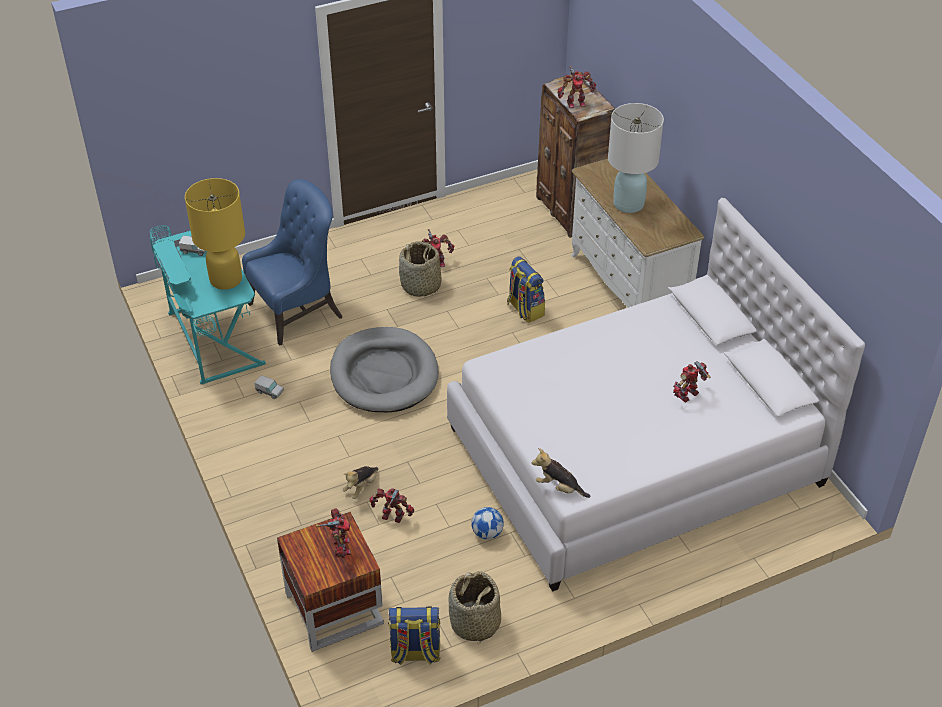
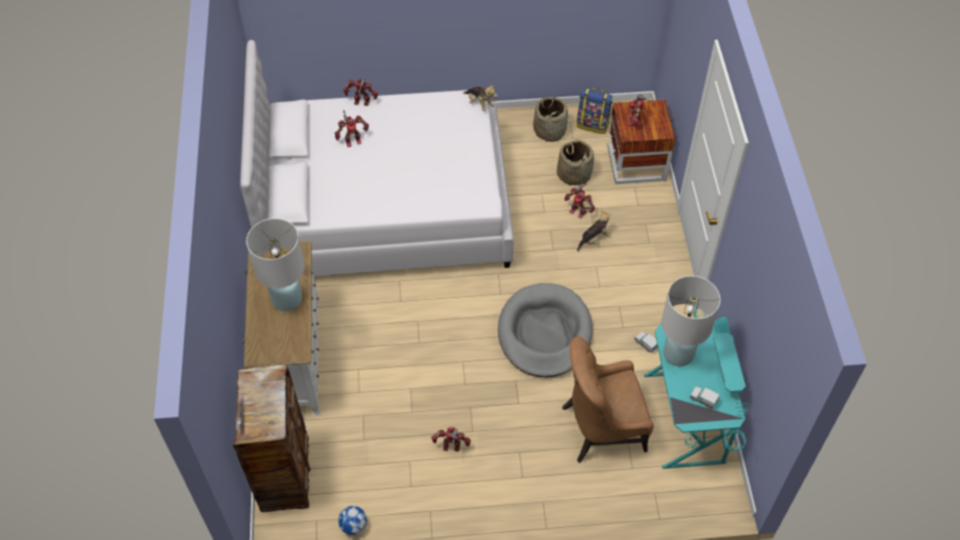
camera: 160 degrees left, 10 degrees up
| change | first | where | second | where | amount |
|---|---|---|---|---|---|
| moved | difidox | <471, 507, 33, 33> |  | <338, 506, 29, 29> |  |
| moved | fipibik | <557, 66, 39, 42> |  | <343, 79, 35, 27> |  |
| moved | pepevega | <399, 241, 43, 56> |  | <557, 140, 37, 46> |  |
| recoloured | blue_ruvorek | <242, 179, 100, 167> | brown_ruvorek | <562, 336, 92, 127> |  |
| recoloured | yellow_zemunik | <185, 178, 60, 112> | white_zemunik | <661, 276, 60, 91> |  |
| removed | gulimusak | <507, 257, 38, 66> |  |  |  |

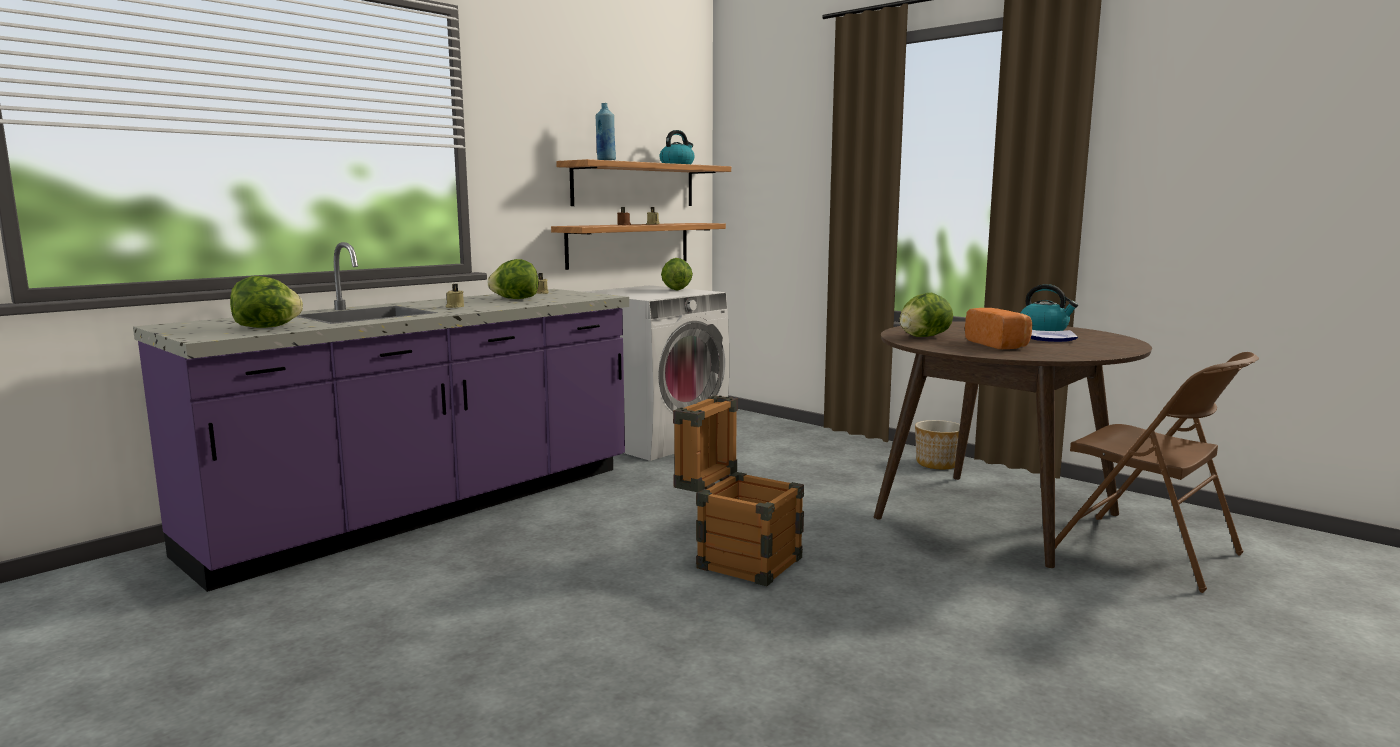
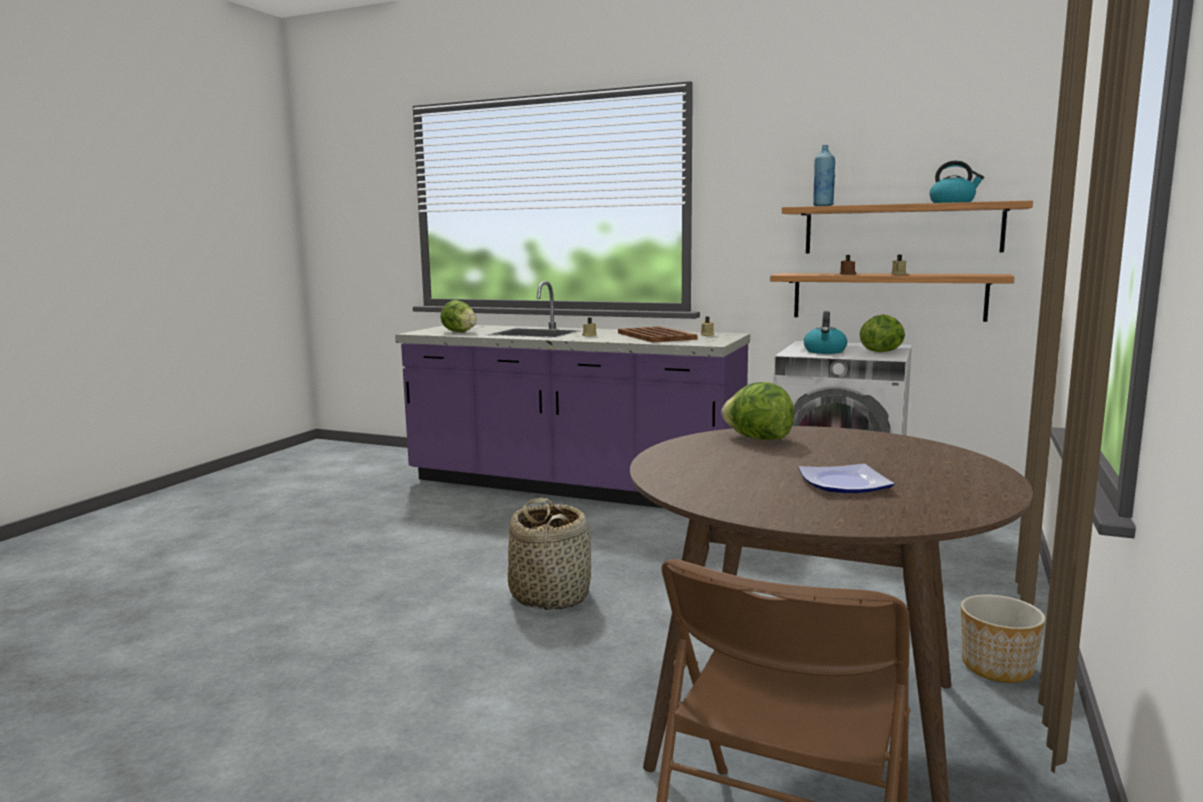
camera: 70 degrees right, 0 degrees up
| change | first | where | second | where | amount |
|---|---|---|---|---|---|
| replaced | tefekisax | <673, 395, 131, 191> | pepevega | <508, 498, 83, 112> |  |
| replaced | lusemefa | <488, 259, 50, 40> | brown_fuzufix | <618, 326, 79, 16> |  |
| moved | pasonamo | <1020, 284, 58, 47> |  | <804, 311, 43, 43> |  |
| removed | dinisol | <965, 308, 67, 41> |  |  |  |

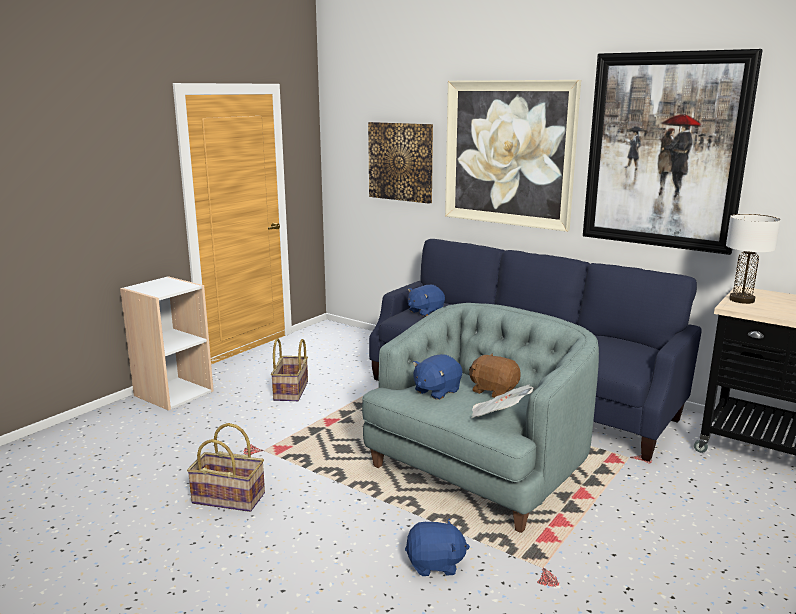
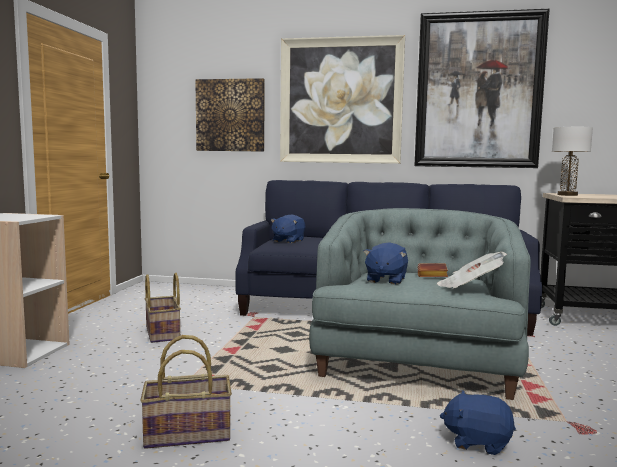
camera: 25 degrees left, 10 degrees down
| change | first | where | second | where | amount |
|---|---|---|---|---|---|
| replaced | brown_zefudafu | <469, 354, 52, 44> | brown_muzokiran | <417, 263, 31, 14> |  |
| turned | blue_zefudafu | <405, 518, 65, 58> |  | <440, 390, 76, 65> | 135 degrees counterclockwise |

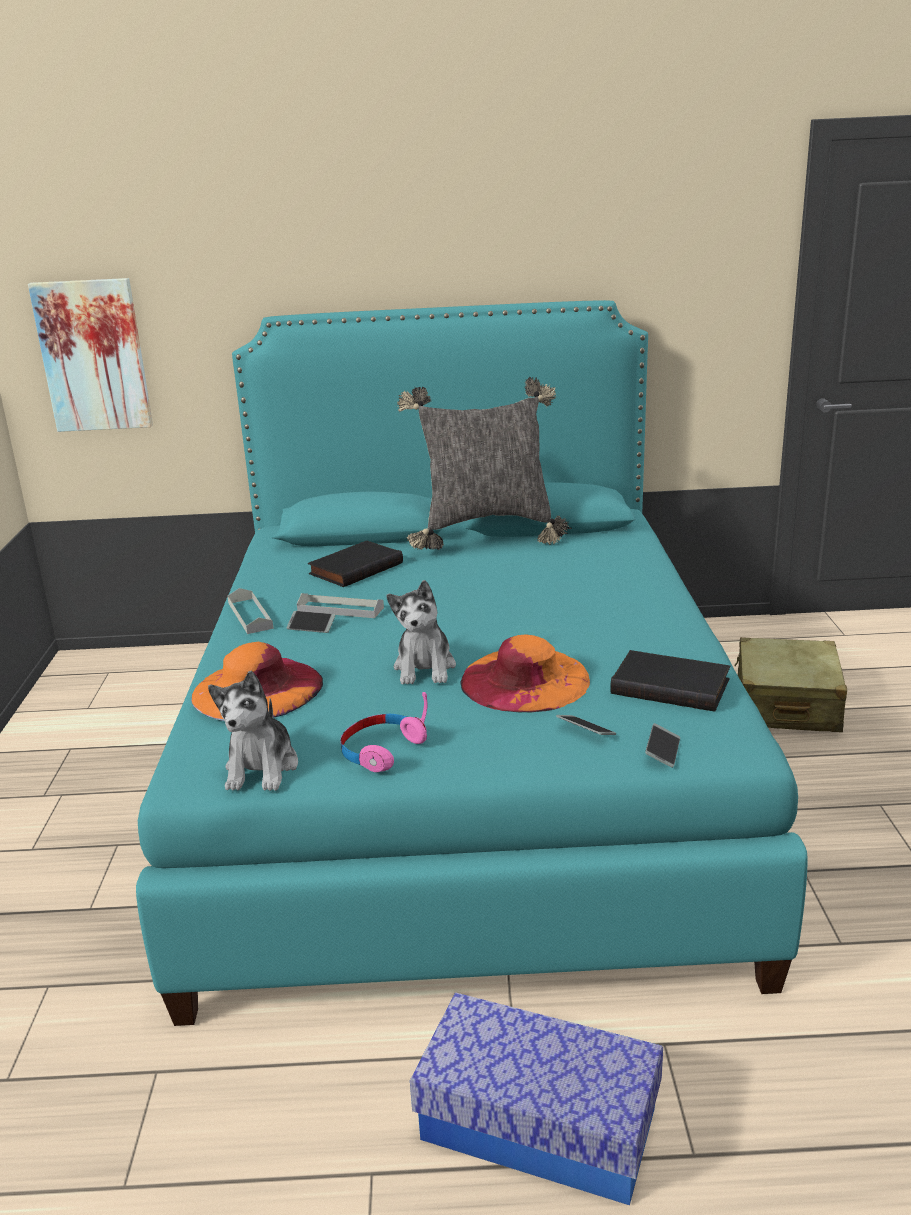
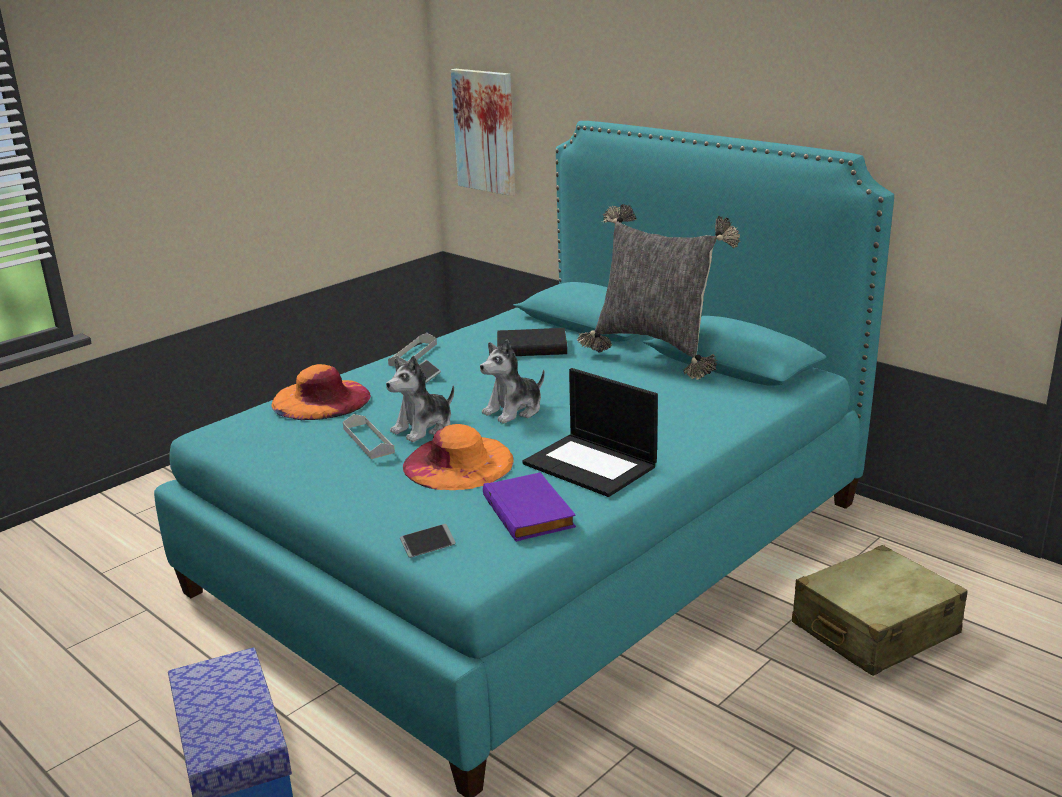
camera: 45 degrees right, 0 degrees up
| change | first | where | second | where | amount |
|---|---|---|---|---|---|
| moved | grey_fuzufix | <297, 593, 87, 25> |  | <343, 414, 52, 45> |  |
| moved | zefudafu | <208, 671, 90, 120> |  | <480, 340, 65, 84> |  |
| recoloured | black_muzokiran | <610, 650, 120, 61> | purple_muzokiran | <483, 472, 93, 70> |  |
| added |  |  | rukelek | <523, 368, 135, 129> |  |
| removed | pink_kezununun | <341, 692, 86, 80> |  |  |  |
| removed | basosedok | <556, 715, 60, 20> |  |  |  |

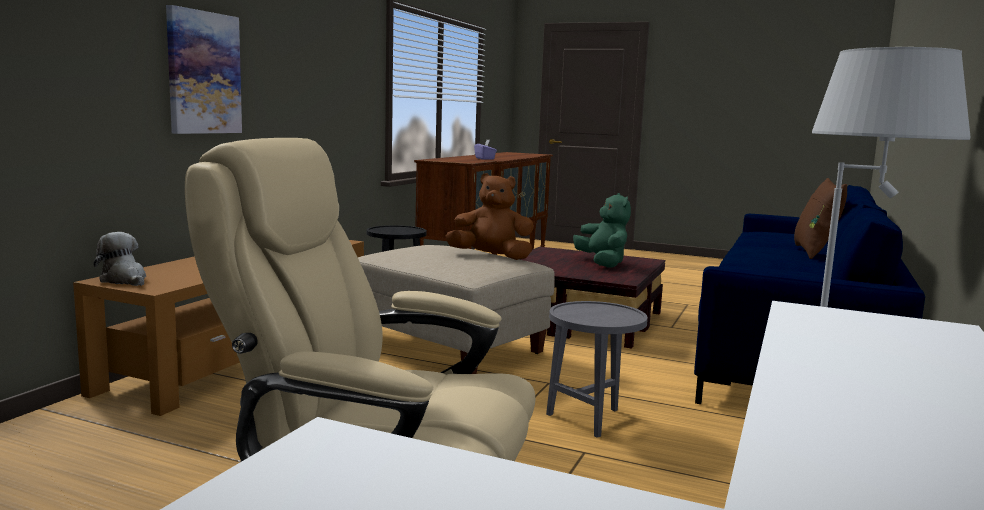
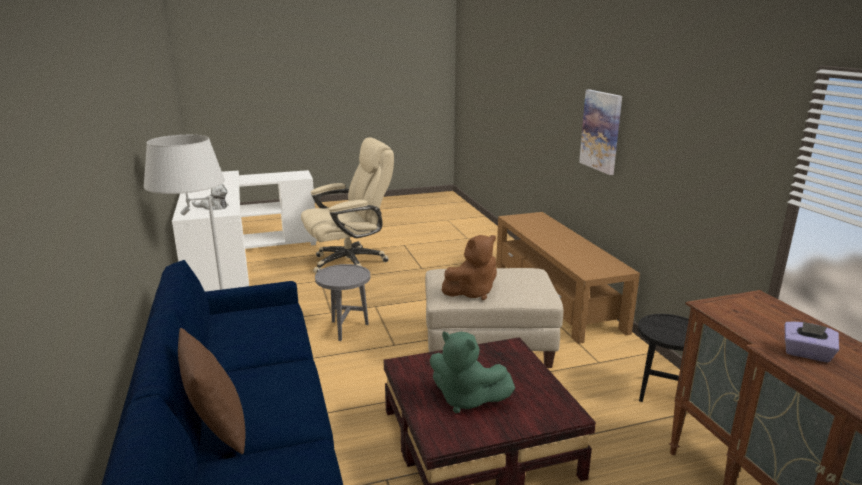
camera: 140 degrees right, 10 degrees up
| change | first | where | second | where | amount |
|---|---|---|---|---|---|
| moved | zefudafu | <94, 232, 52, 54> |  | <192, 184, 36, 26> |  |

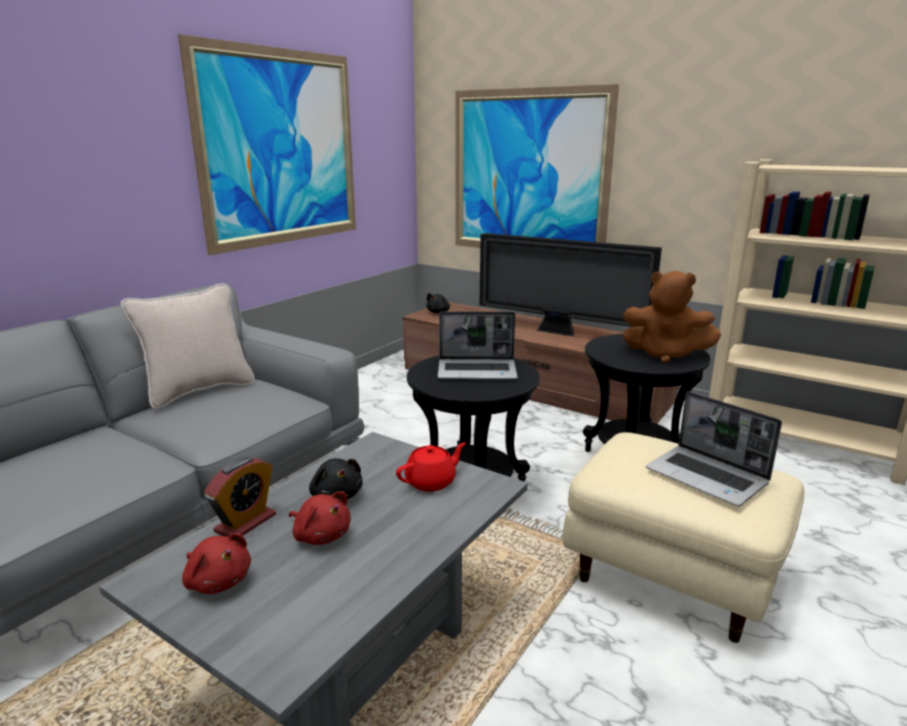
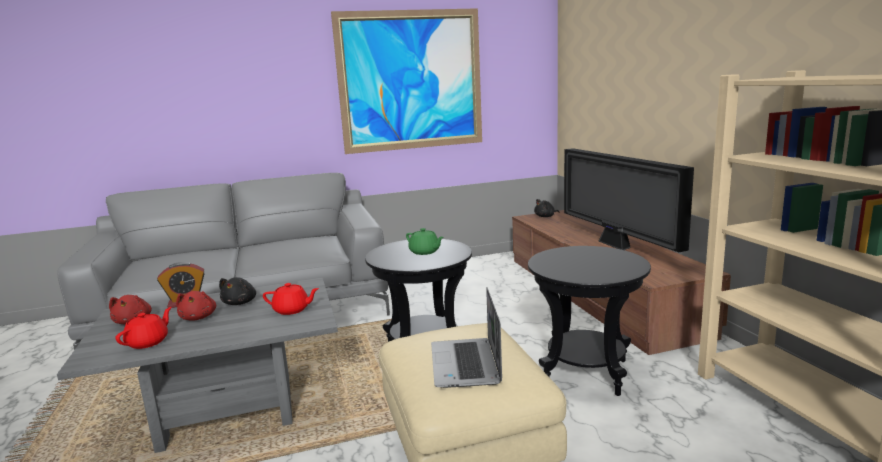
camera: 40 degrees right, 5 degrees down
| change | first | where | second | where | amount |
|---|---|---|---|---|---|
| added |  |  | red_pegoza | <116, 307, 56, 42> |  |
| replaced | rukelek | <438, 311, 80, 69> | green_pegoza | <406, 228, 38, 27> |  |
| removed | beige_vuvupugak | <120, 283, 135, 126> |  |  |  |
| removed | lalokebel | <455, 84, 164, 164> |  |  |  |
| removed | brown_zefudafu | <623, 271, 98, 92> |  |  |  |

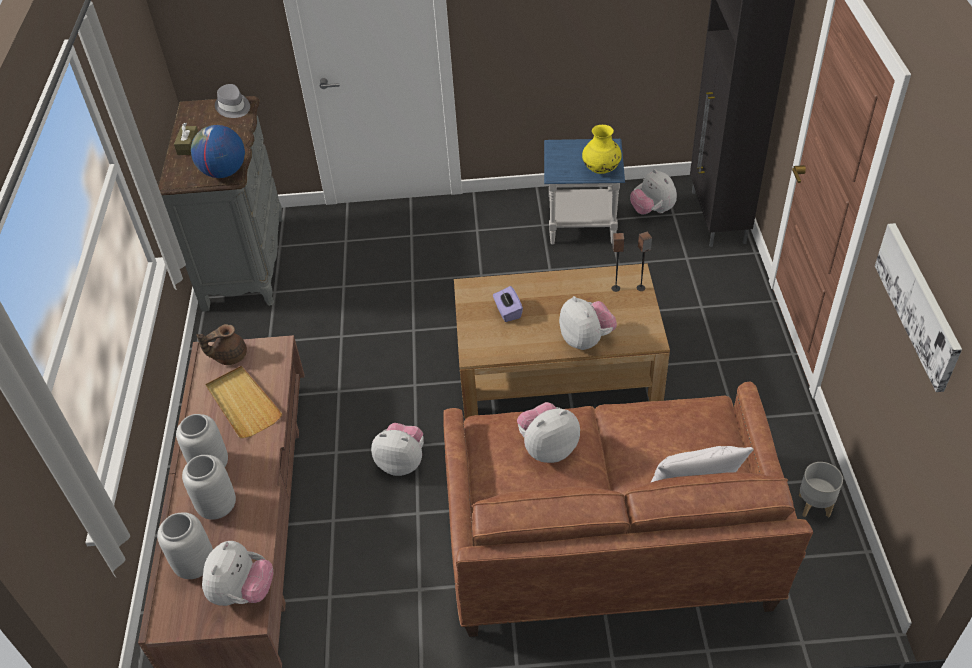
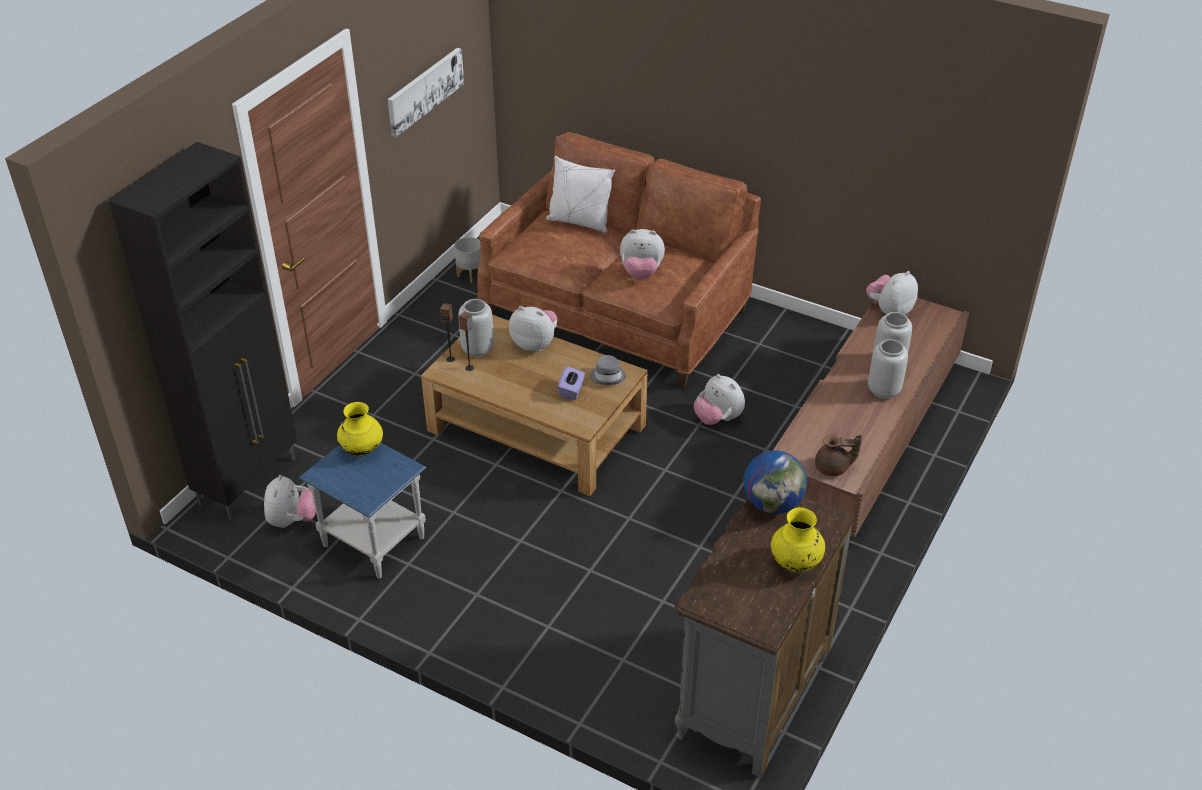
camera: 150 degrees left, 5 degrees down
| change | first | where | second | where | amount |
|---|---|---|---|---|---|
| moved | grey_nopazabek | <157, 512, 56, 67> |  | <458, 299, 36, 58> |  |
| turned | zefudafu | <559, 296, 58, 54> |  | <509, 306, 48, 46> | 105 degrees clockwise |
| moved | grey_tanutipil | <215, 84, 35, 34> |  | <590, 355, 36, 30> |  |
| replaced | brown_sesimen | <174, 123, 24, 32> | yellow_nopazabek | <771, 507, 54, 65> |  |
| removed | beige_fuzufix | <205, 366, 77, 72> |  |  |  |

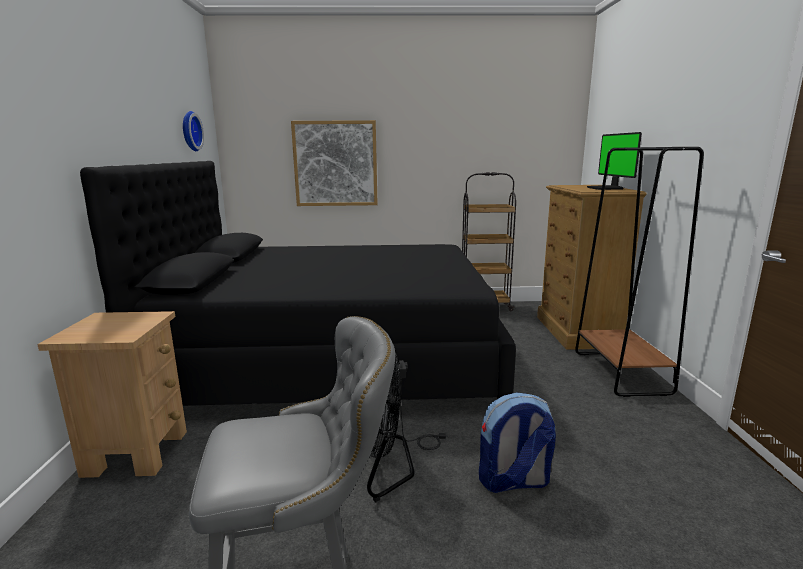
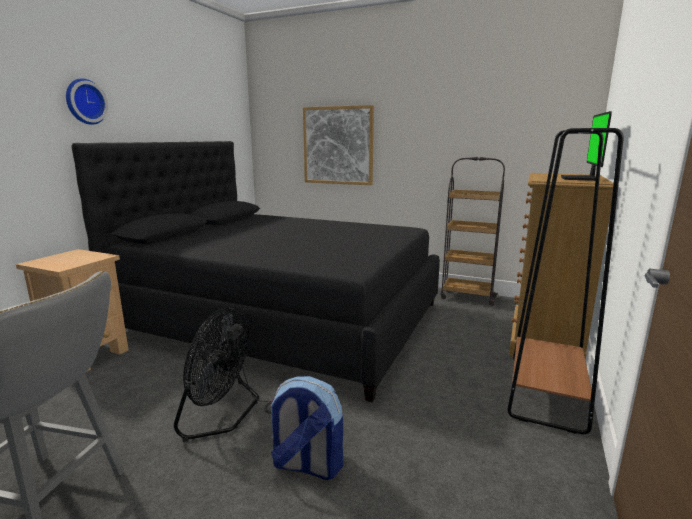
camera: 25 degrees right, 0 degrees up
| change | first | where | second | where | amount |
|---|---|---|---|---|---|
| moved | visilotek | <183, 111, 21, 40> |  | <66, 78, 42, 47> |  |

